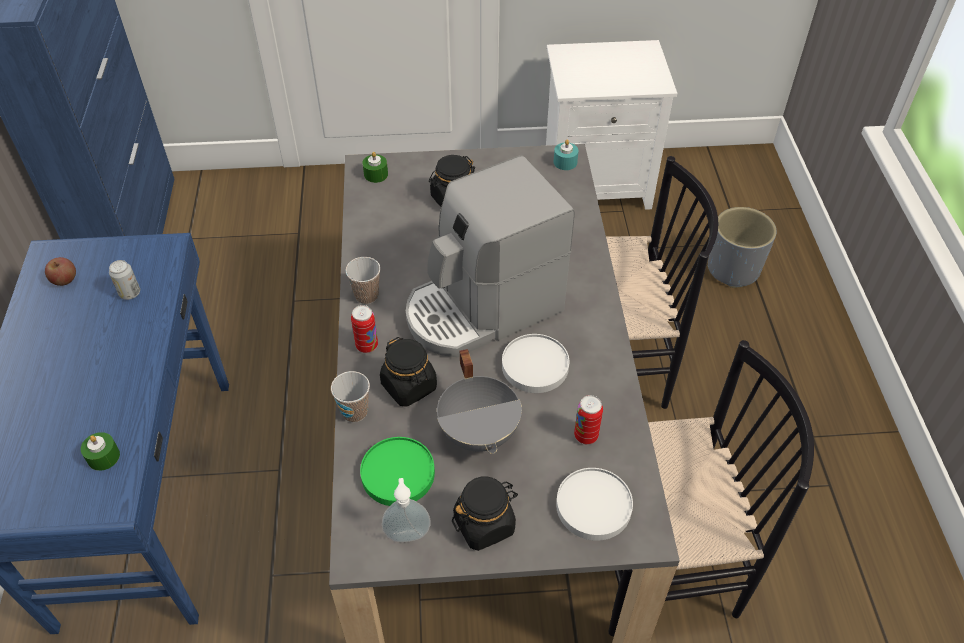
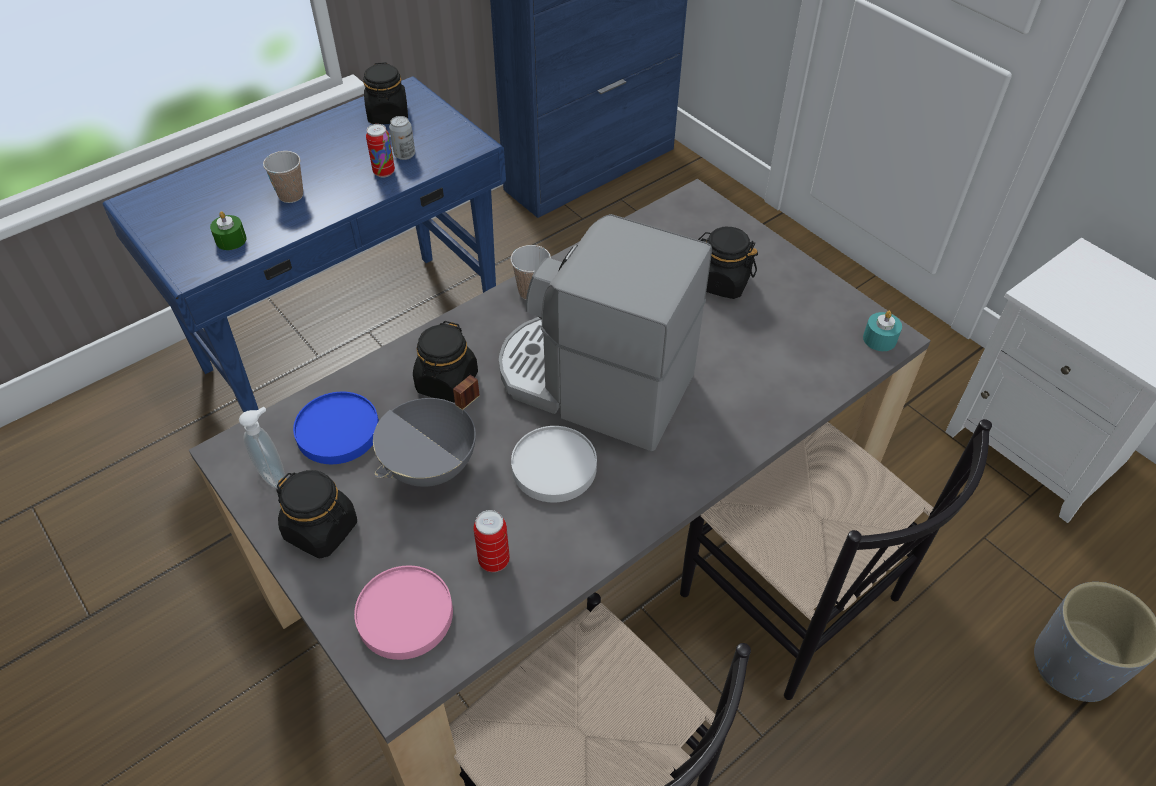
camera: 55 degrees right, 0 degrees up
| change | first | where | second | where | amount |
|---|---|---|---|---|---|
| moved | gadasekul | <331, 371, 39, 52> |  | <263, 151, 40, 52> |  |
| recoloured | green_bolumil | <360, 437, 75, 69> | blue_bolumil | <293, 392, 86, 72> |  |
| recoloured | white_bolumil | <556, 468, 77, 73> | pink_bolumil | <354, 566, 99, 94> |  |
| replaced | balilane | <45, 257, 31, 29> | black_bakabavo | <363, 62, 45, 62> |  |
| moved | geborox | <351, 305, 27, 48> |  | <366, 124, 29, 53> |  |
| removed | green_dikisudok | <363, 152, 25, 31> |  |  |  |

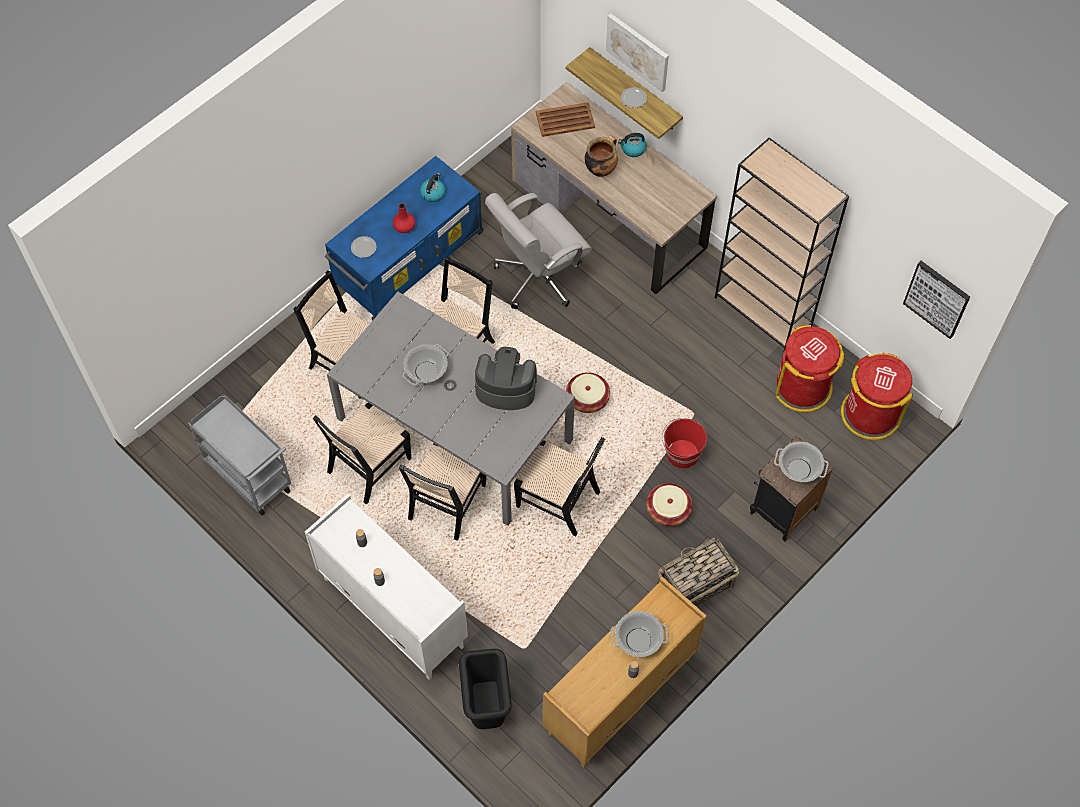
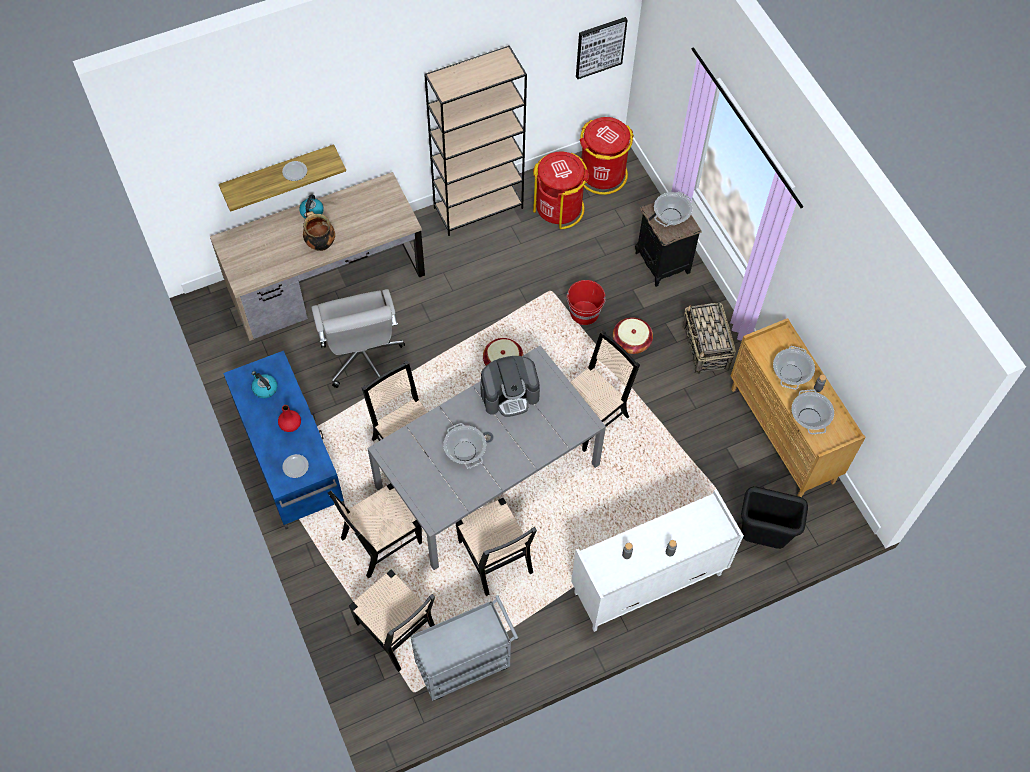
camera: 70 degrees left, 0 degrees up
| change | first | where | second | where | amount |
|---|---|---|---|---|---|
| moved | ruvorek | <399, 443, 87, 98> |  | <349, 570, 86, 102> |  |
| turned | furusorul | <475, 347, 62, 63> |  | <480, 356, 60, 61> | 135 degrees counterclockwise |
| added |  |  | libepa | <792, 389, 42, 45> |  |
| removed | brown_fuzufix | <536, 102, 59, 35> |  |  |  |
| removed | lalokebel | <606, 13, 63, 79> |  |  |  |

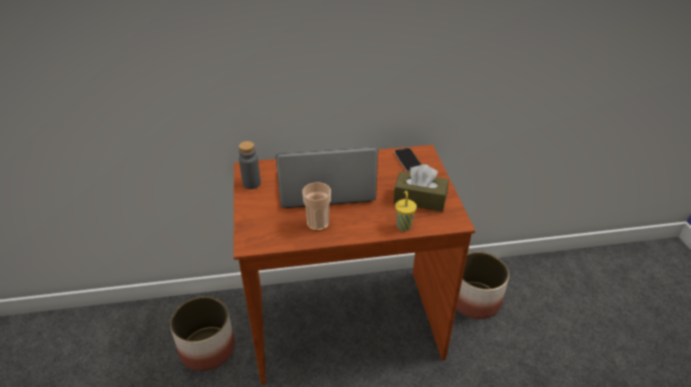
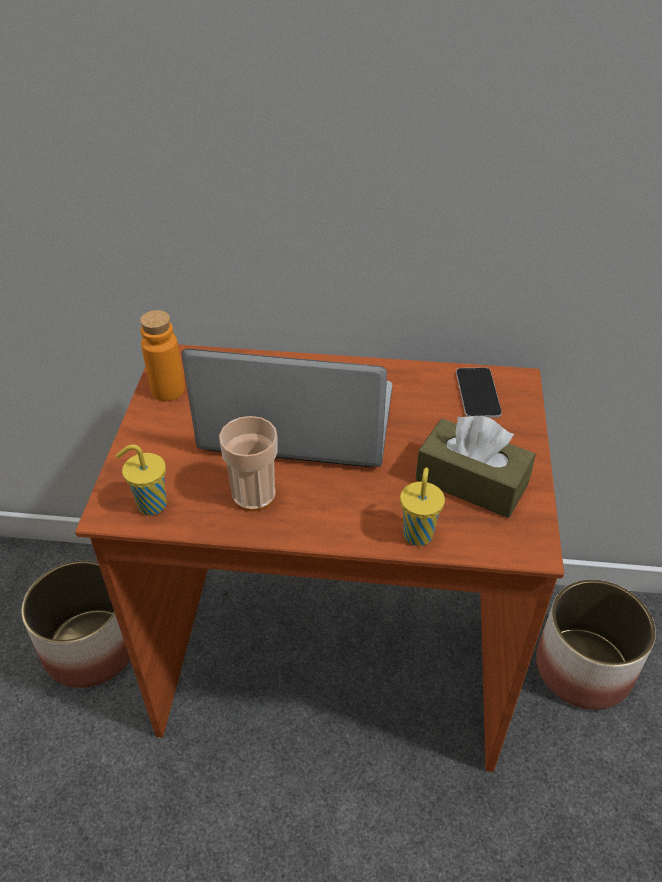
camera: 15 degrees right, 5 degrees up
| change | first | where | second | where | amount |
|---|---|---|---|---|---|
| added |  |  | yellow_gadasekul | <115, 444, 52, 71> |  |
| recoloured | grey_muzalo | <239, 141, 22, 48> | orange_muzalo | <140, 310, 45, 91> |  |

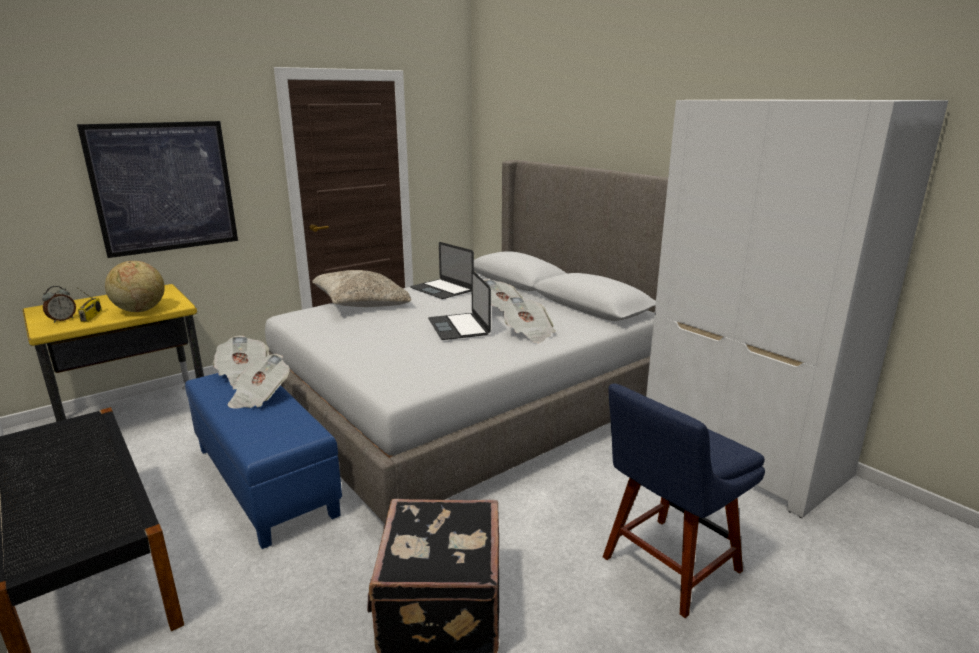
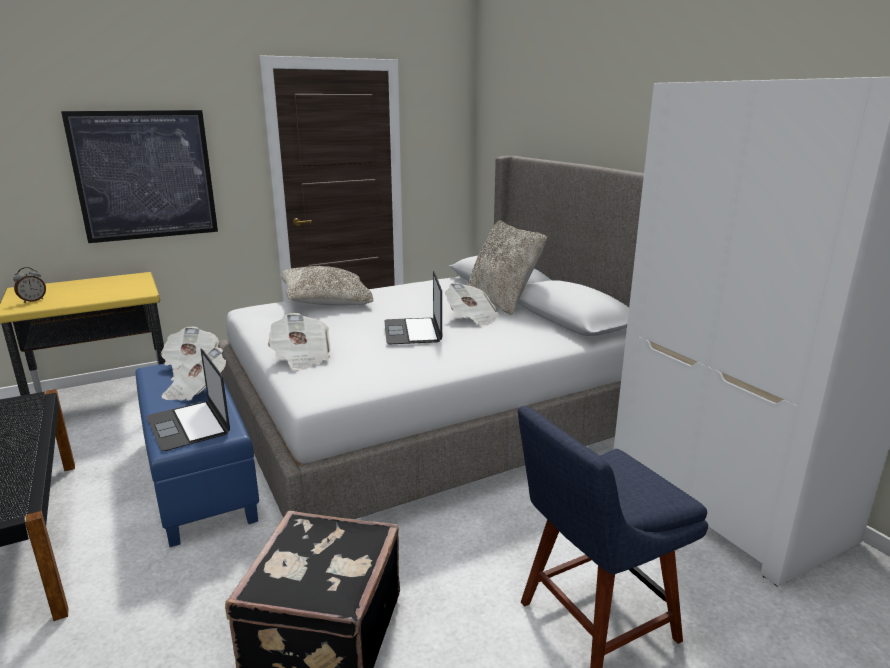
camera: 10 degrees right, 0 degrees up
| change | first | where | second | where | amount |
|---|---|---|---|---|---|
| moved | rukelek | <410, 242, 64, 57> |  | <147, 349, 83, 102> |  |
| moved | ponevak | <501, 296, 55, 47> |  | <268, 313, 63, 58> |  |
| added |  |  | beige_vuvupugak | <467, 221, 80, 94> |  |
| removed | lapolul | <76, 287, 26, 35> |  |  |  |
| removed | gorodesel | <105, 261, 60, 51> |  |  |  |

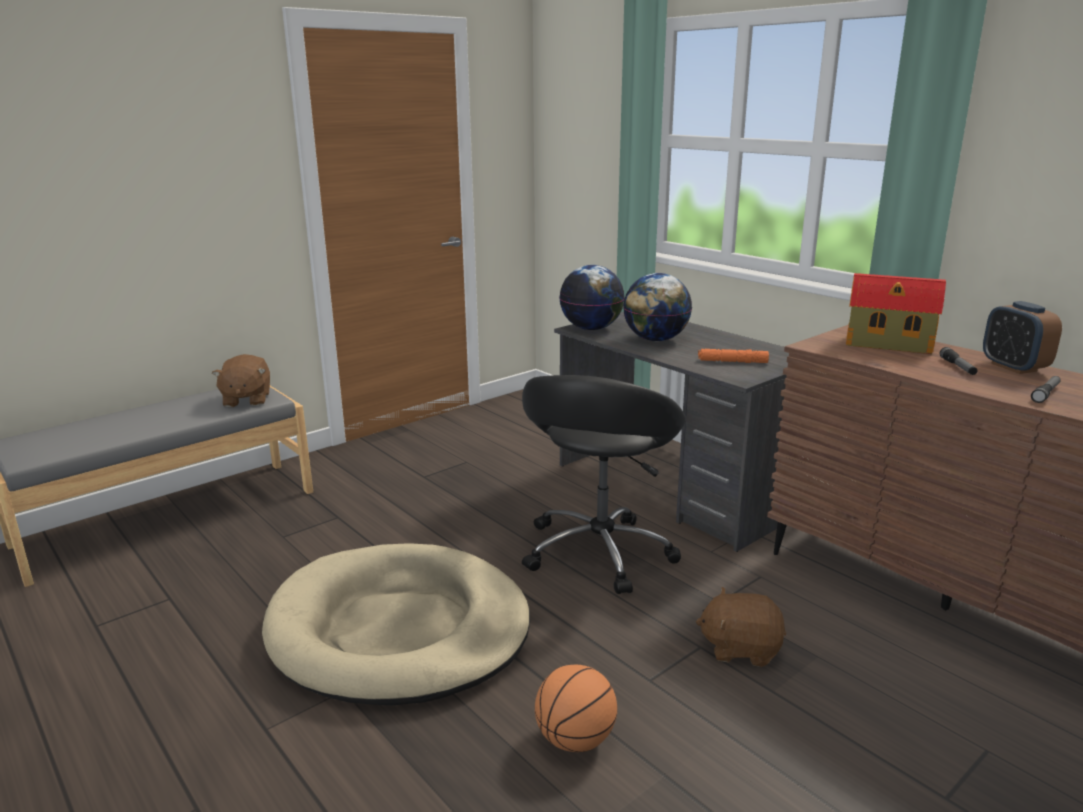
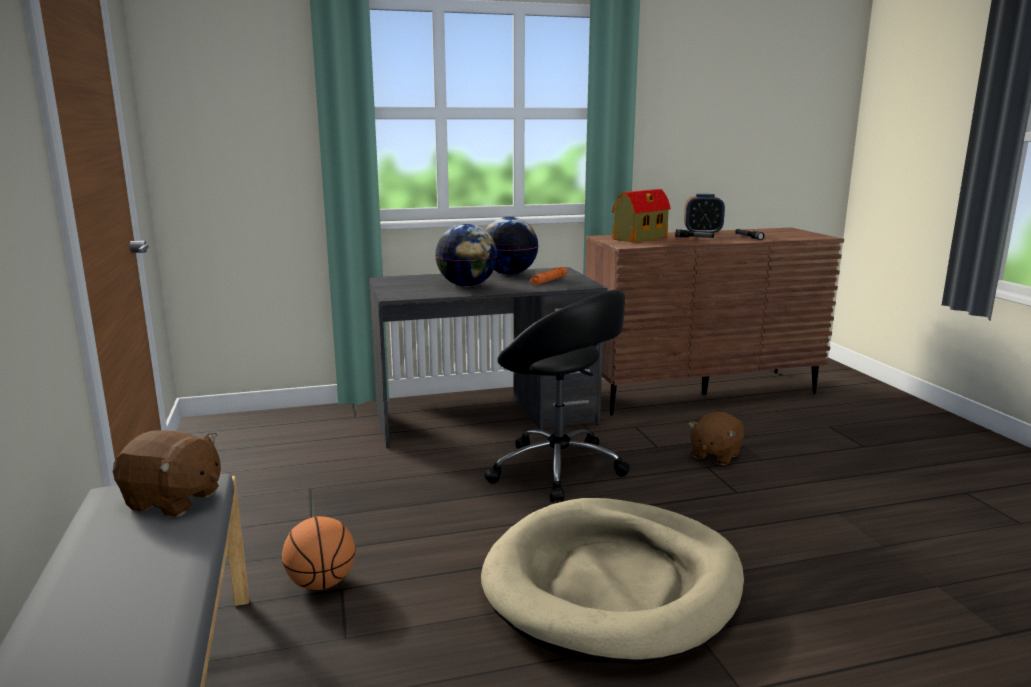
camera: 65 degrees left, 5 degrees down
| change | first | where | second | where | amount |
|---|---|---|---|---|---|
| moved | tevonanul | <535, 665, 82, 87> |  | <282, 516, 74, 74> |  |
| moved | gorodesel | <560, 265, 65, 65> |  | <485, 217, 54, 58> |  |

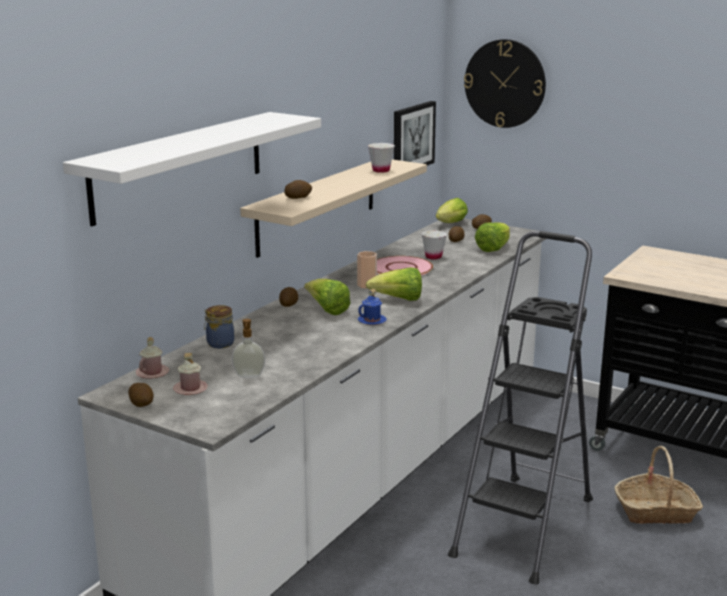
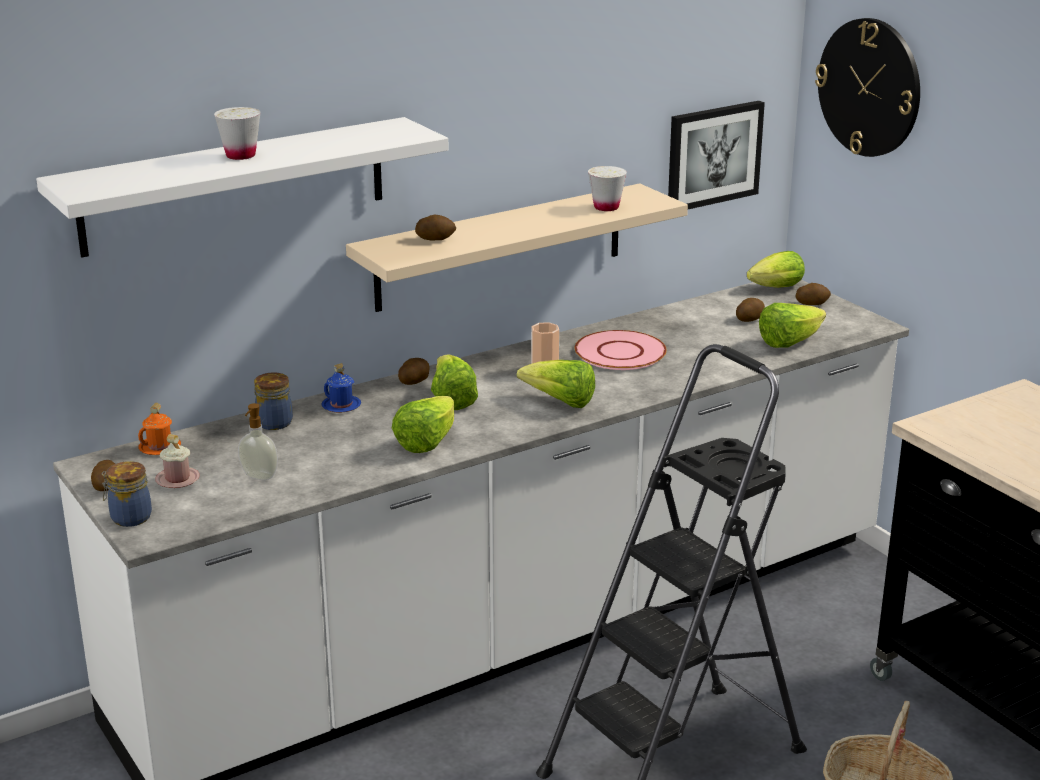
camera: 25 degrees right, 5 degrees up
| change | first | where | second | where | amount |
|---|---|---|---|---|---|
| added |  |  | bakabavo | <101, 461, 51, 66> |  |
| recoloured | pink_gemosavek | <136, 337, 33, 41> | orange_gemosavek | <138, 403, 43, 52> |  |
| moved | white_gadasekul | <422, 230, 25, 29> |  | <214, 107, 47, 53> |  |
| moved | blue_gemosavek | <358, 289, 29, 36> |  | <321, 363, 40, 50> |  |
| added |  |  | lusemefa | <392, 396, 62, 57> |  |

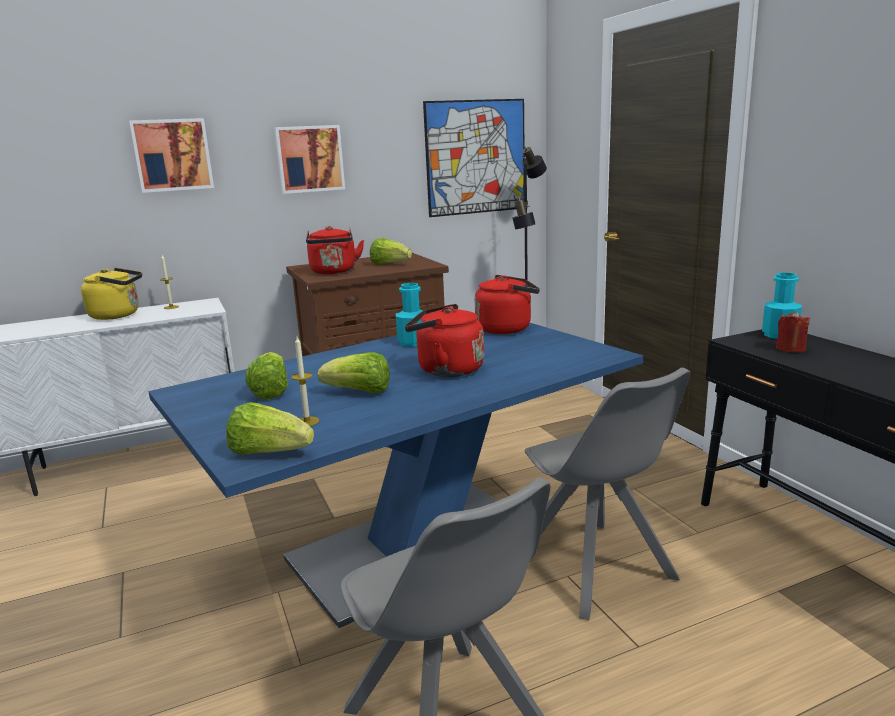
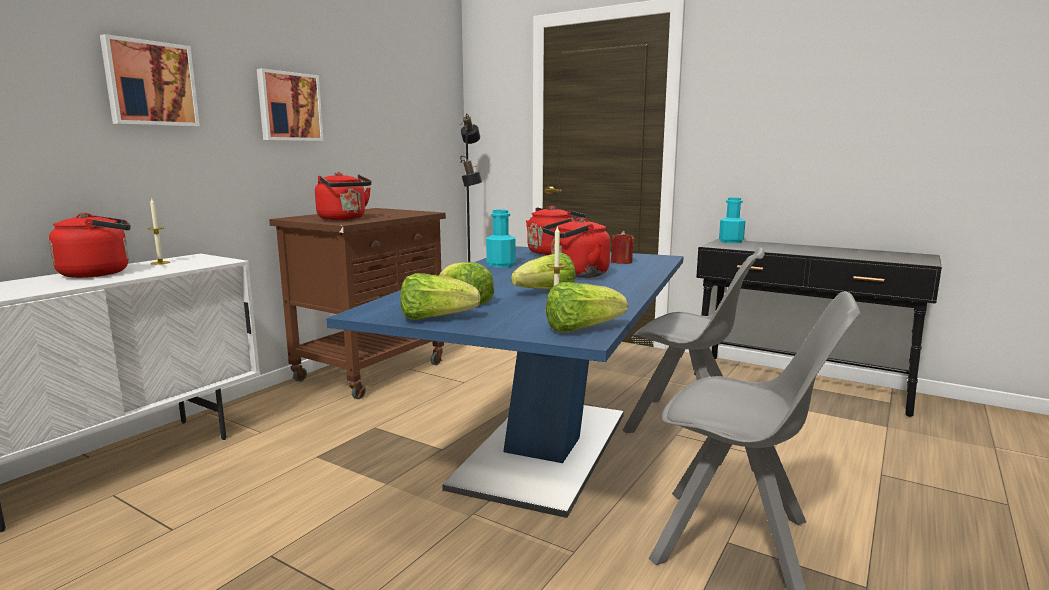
camera: 35 degrees left, 5 degrees down
| change | first | where | second | where | amount |
|---|---|---|---|---|---|
| recoloured | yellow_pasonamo | <81, 268, 61, 52> | red_pasonamo | <49, 213, 82, 65> |  |
| moved | lusemefa | <370, 238, 42, 26> |  | <400, 273, 81, 47> |  |
| moved | red_dikisudok | <776, 311, 34, 42> |  | <611, 231, 23, 33> |  |
| removed | lalokebel | <423, 99, 101, 118> |  |  |  |

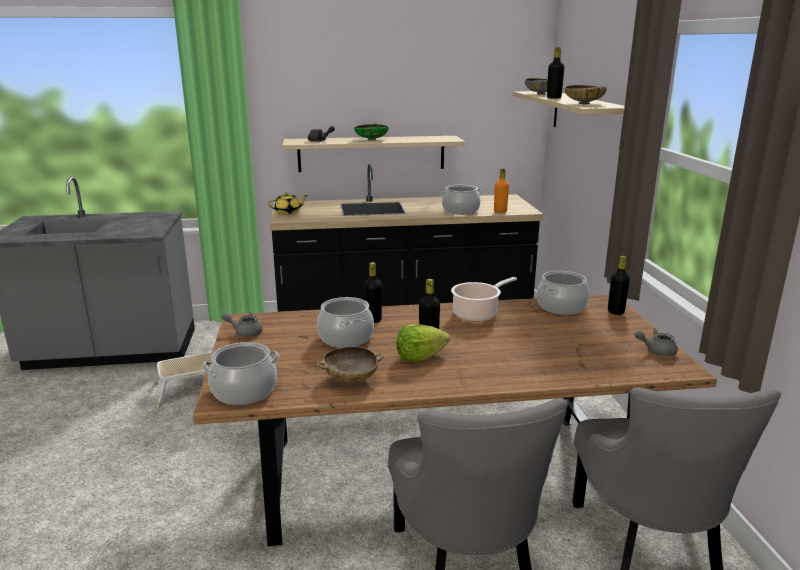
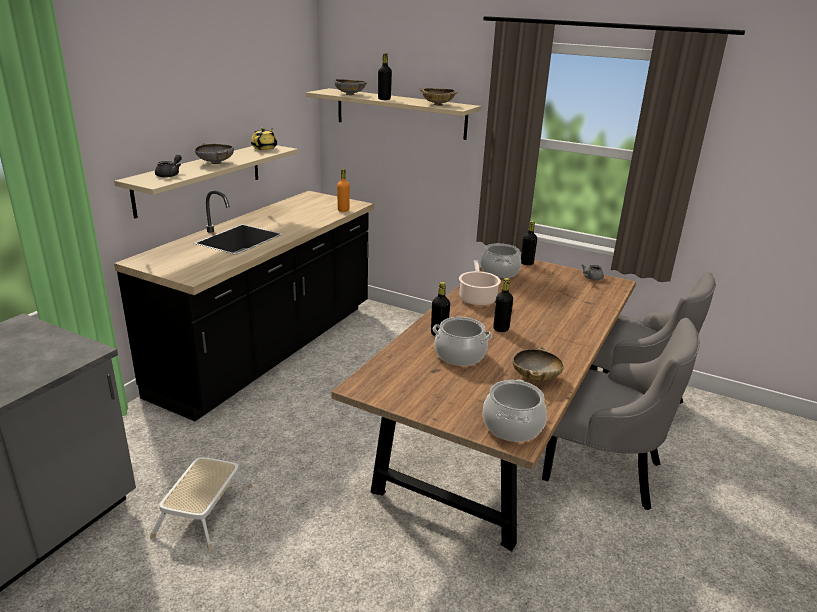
camera: 55 degrees left, 5 degrees up
| change | first | where | second | where | amount |
|---|---|---|---|---|---|
| recoloured | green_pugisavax | <354, 123, 35, 18> | grey_pugisavax | <195, 143, 39, 21> |  |
| moved | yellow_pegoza | <268, 193, 40, 21> |  | <251, 128, 26, 22> |  |
| removed | grey_pegoza | <222, 311, 40, 26> |  |  |  |
| removed | lusemefa | <396, 324, 54, 38> |  |  |  |
| removed | libepa | <441, 185, 41, 30> |  |  |  |

